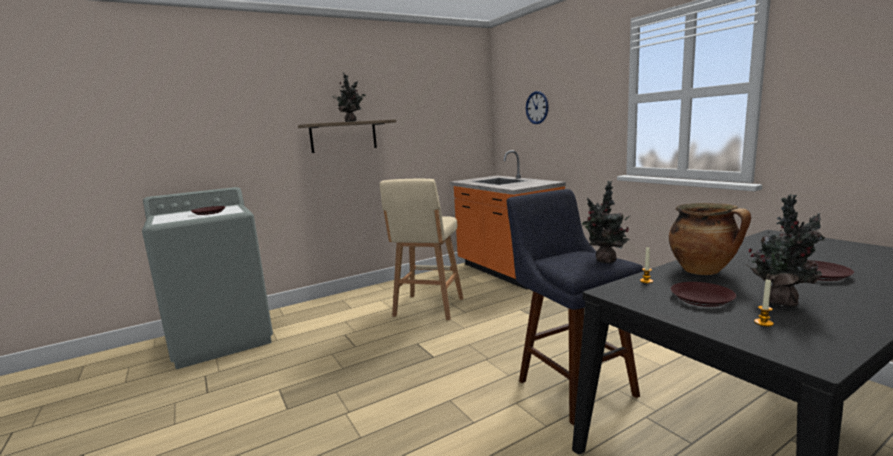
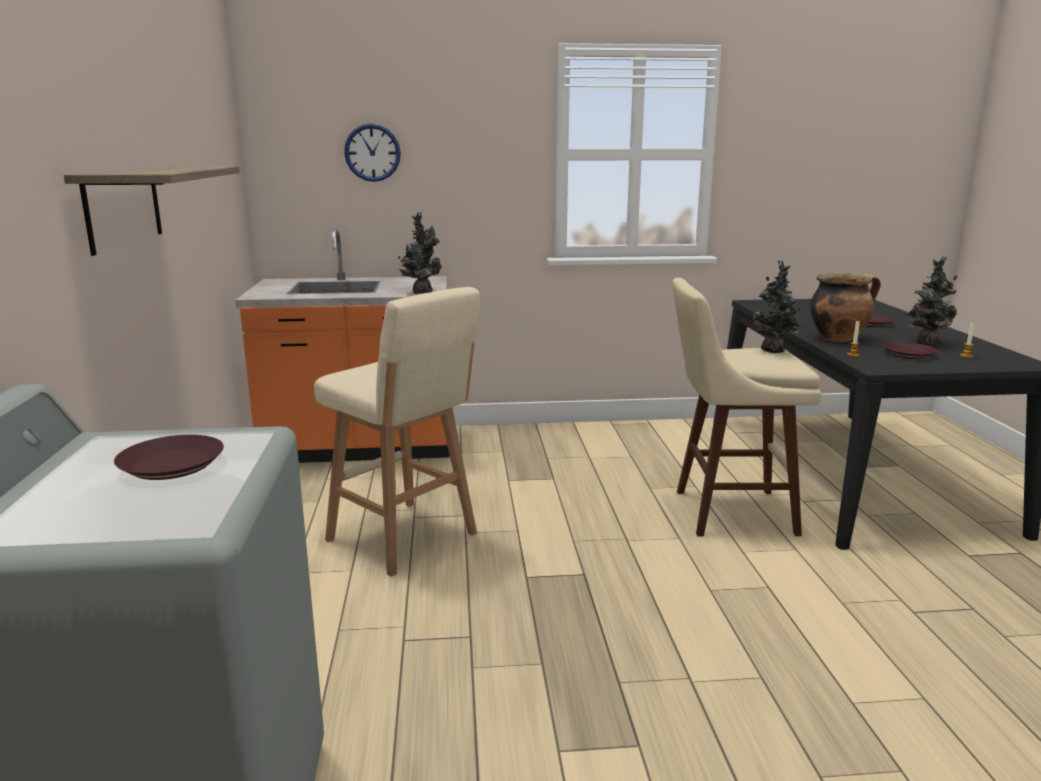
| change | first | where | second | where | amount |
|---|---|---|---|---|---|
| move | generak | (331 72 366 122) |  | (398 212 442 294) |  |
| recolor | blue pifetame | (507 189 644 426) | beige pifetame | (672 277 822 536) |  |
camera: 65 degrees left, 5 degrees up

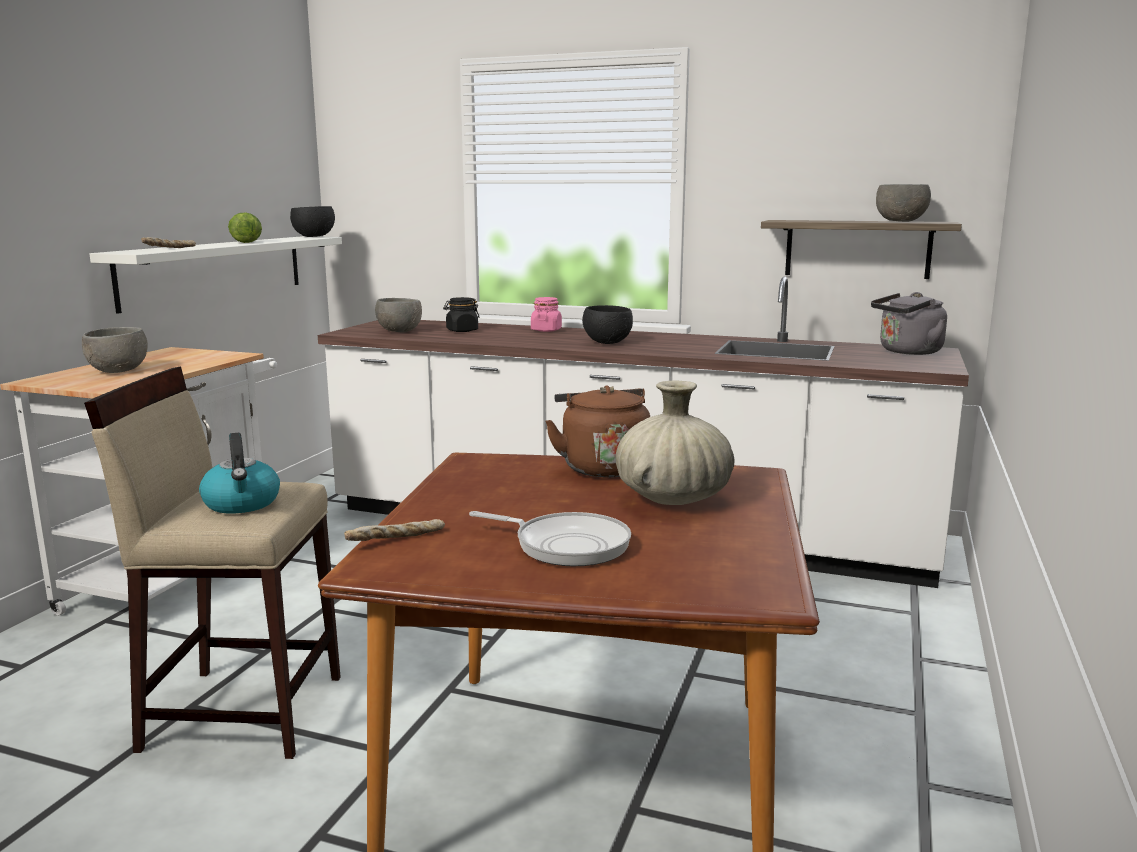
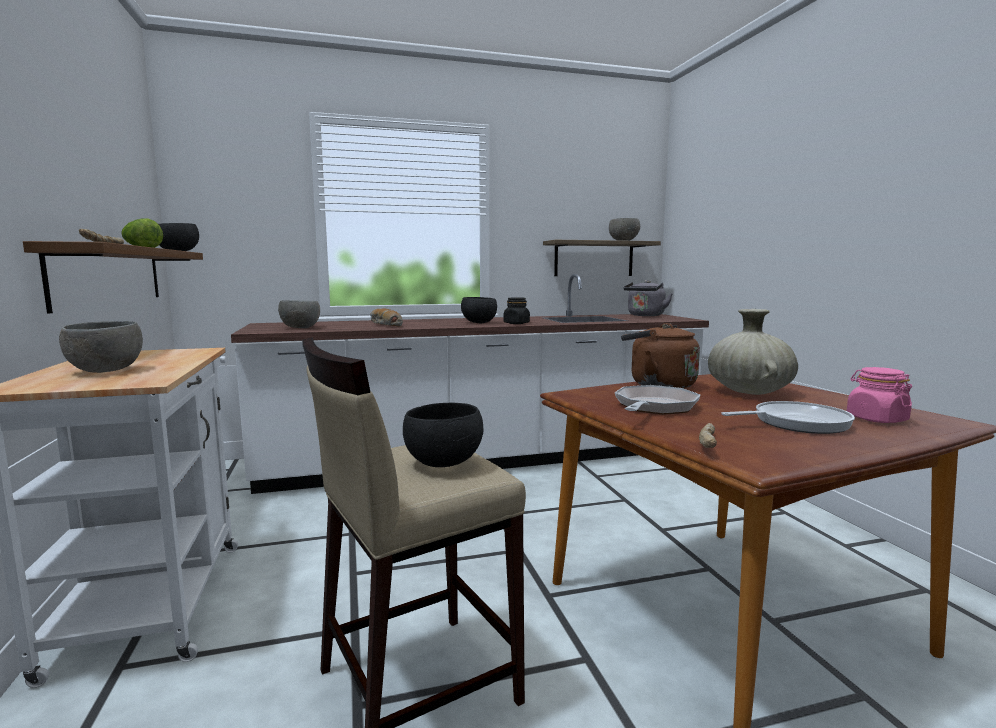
| change | first | where | second | where | amount |
|---|---|---|---|---|---|
| insert |  |  | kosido | (370 308 403 327) |  |
| insert |  |  | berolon | (615 385 700 415) |  |
| move | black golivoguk | (443 297 479 332) |  | (503 297 530 324) |  |
| move | pink golivoguk | (531 297 562 332) |  | (847 367 912 423) |  |
| replace | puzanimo | (199 433 280 513) | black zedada | (403 402 484 467) |  |
| recolor | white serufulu | (90 236 342 314) | brown serufulu | (23 241 203 314) |  |
camera: 35 degrees left, 5 degrees down

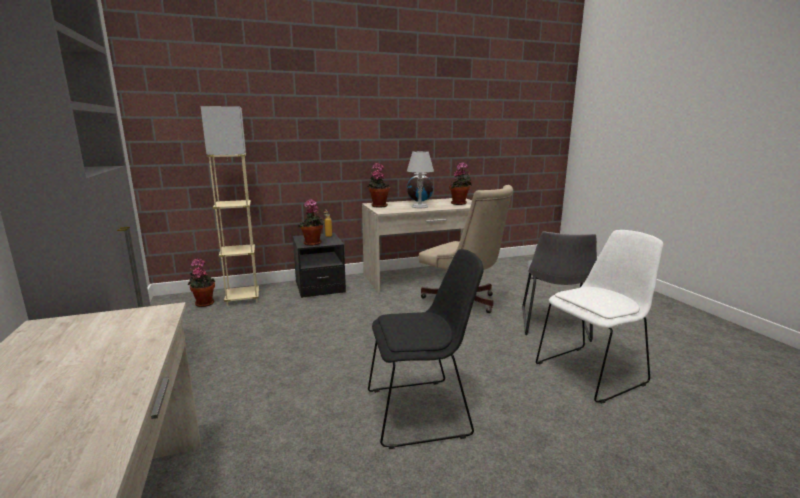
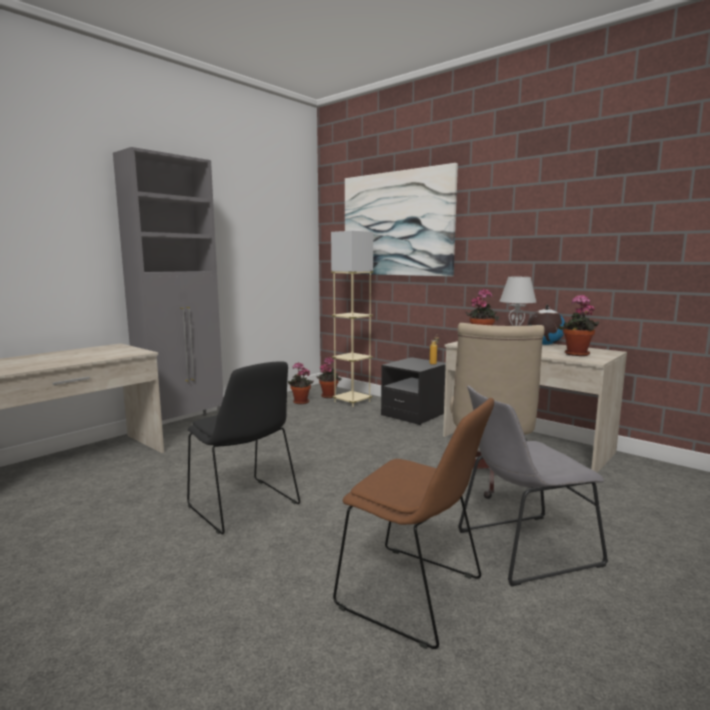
| change | first | where | second | where | amount |
|---|---|---|---|---|---|
| insert |  |  | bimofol | (345 163 458 277) |  |
| move | generak | (298 199 324 246) |  | (288 362 314 404) |  |
| recolor | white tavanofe | (536 230 663 404) | brown tavanofe | (333 398 494 649) |  |
camera: 60 degrees right, 5 degrees down

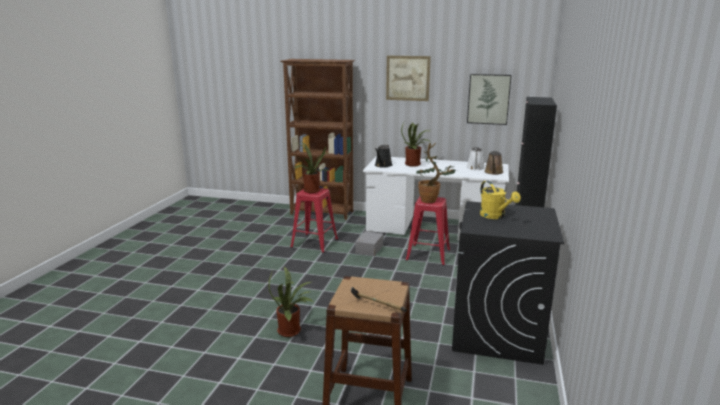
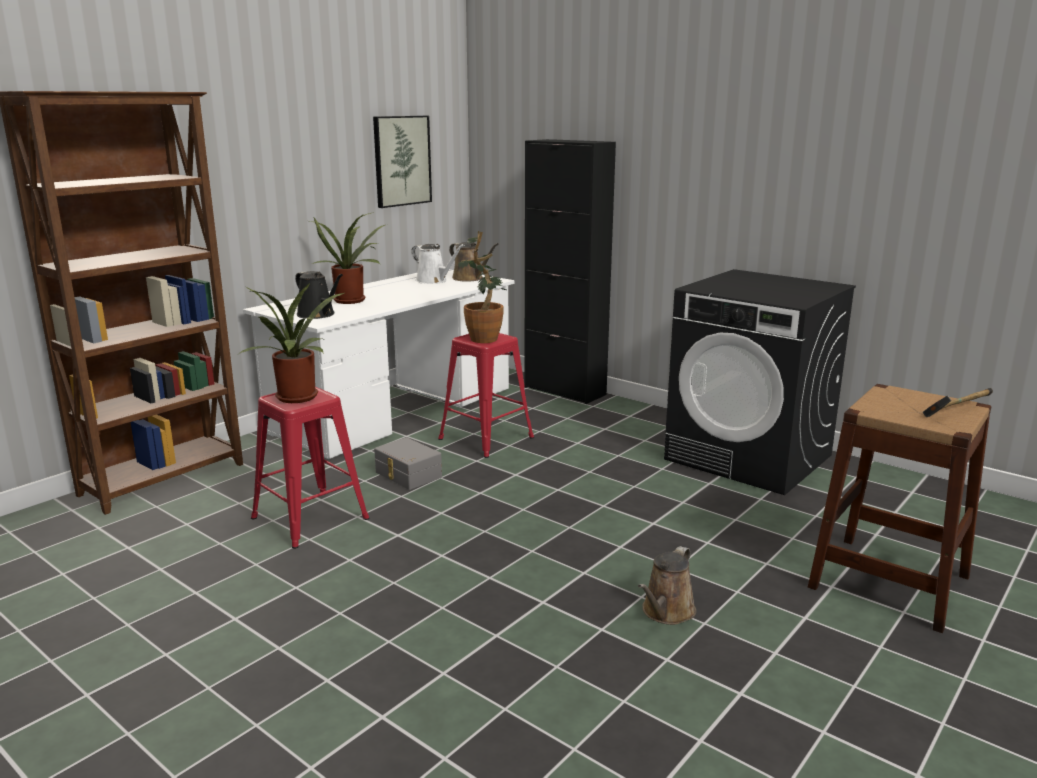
| change | first | where | second | where | amount |
|---|---|---|---|---|---|
| delete | bimofol | (386 56 431 101) |  |  |  |
| delete | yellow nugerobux | (480 181 521 219) |  |  |  |
| replace | generak | (268 267 314 337) | brown nugerobux | (638 546 696 625) |  |
camera: 65 degrees left, 0 degrees up

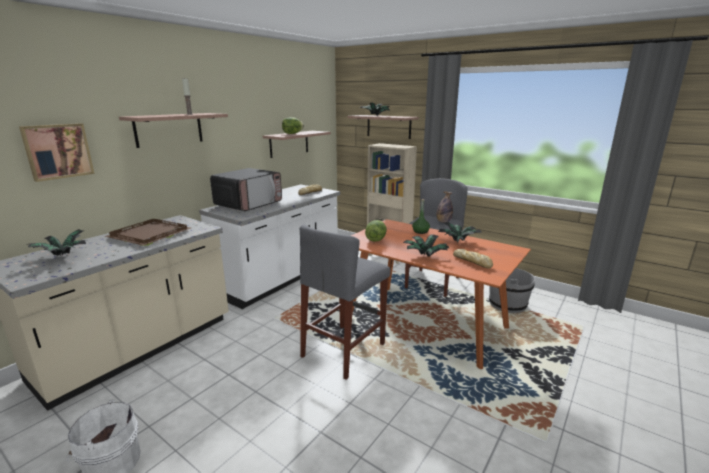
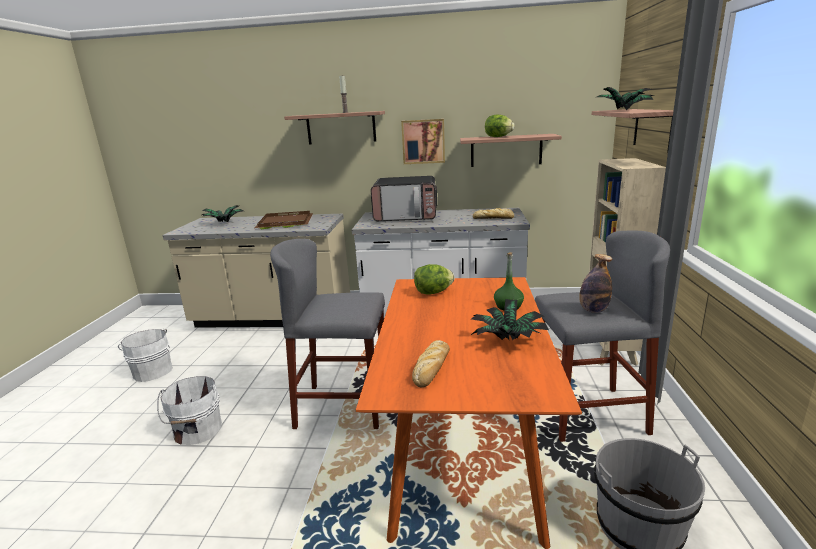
| change | first | where | second | where | amount |
|---|---|---|---|---|---|
| delete | generak | (403 234 449 257) |  |  |  |
| insert |  |  | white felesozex | (157 376 222 445) |  |
| move | bimofol | (19 123 95 182) |  | (401 119 445 164) |  |
camera: 60 degrees right, 0 degrees up

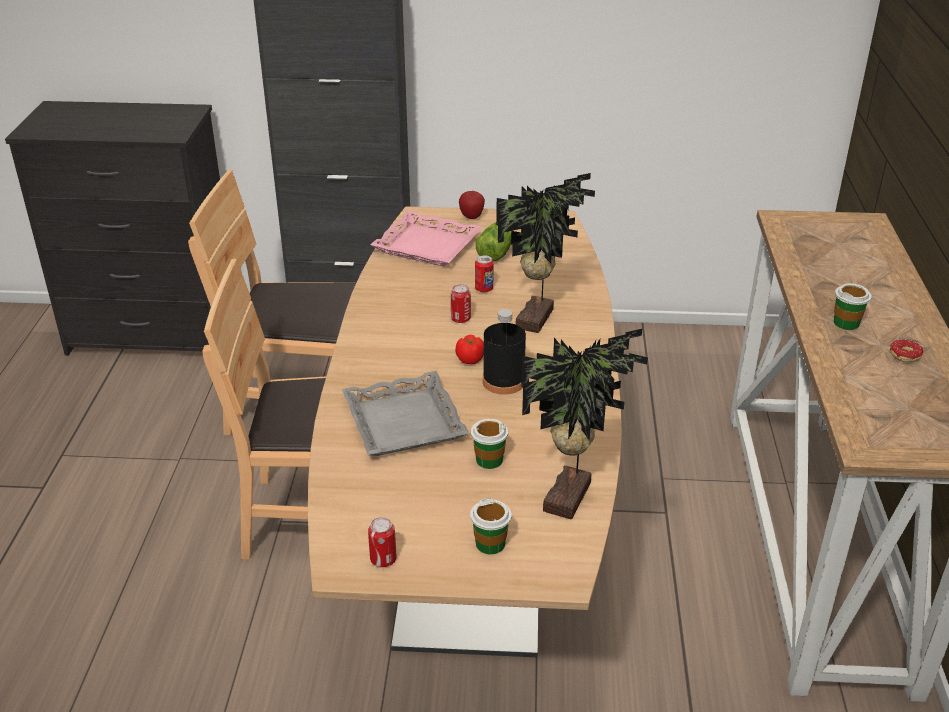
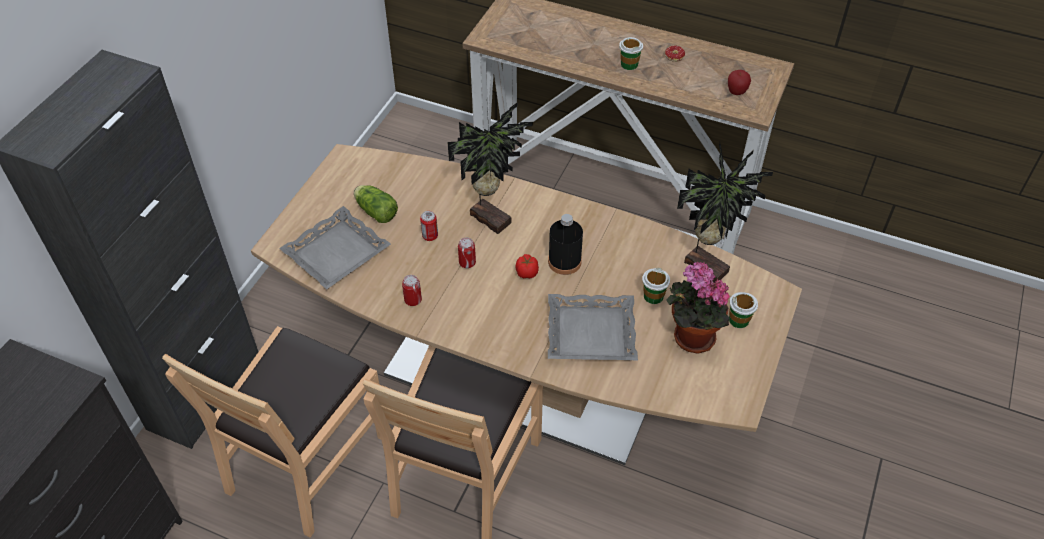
| change | first | where | second | where | amount |
|---|---|---|---|---|---|
| insert |  |  | generak | (666 262 730 354) |  |
| move | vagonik | (368 517 397 567) |  | (402 275 422 306) |  |
| move | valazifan | (459 191 485 219) |  | (728 70 751 95) |  |
| recolor | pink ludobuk | (370 211 483 267) | grey ludobuk | (279 206 391 290) |  |
camera: 70 degrees left, 15 degrees up

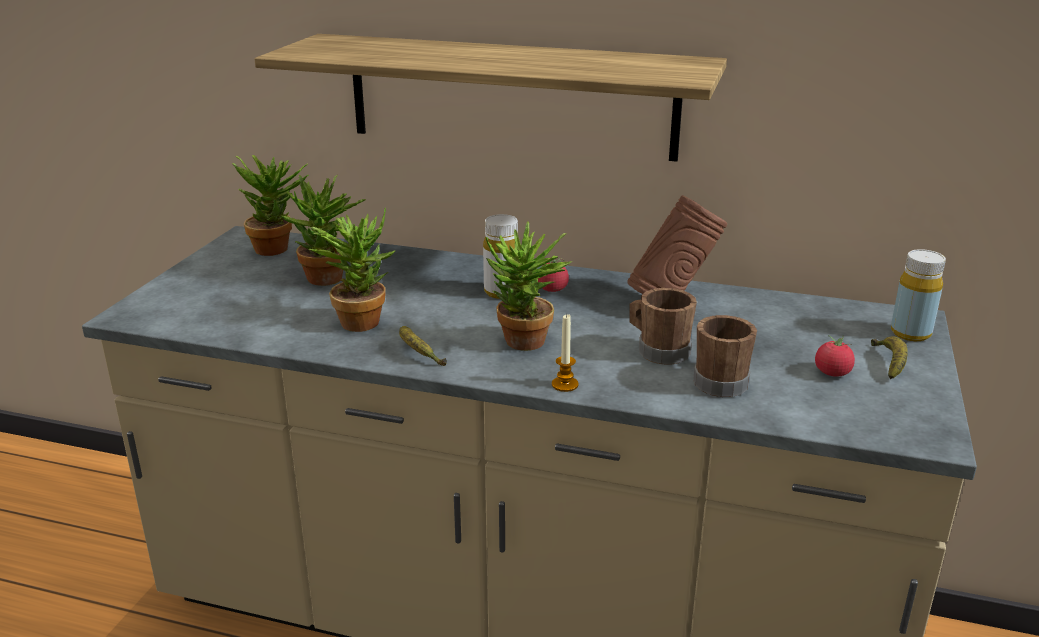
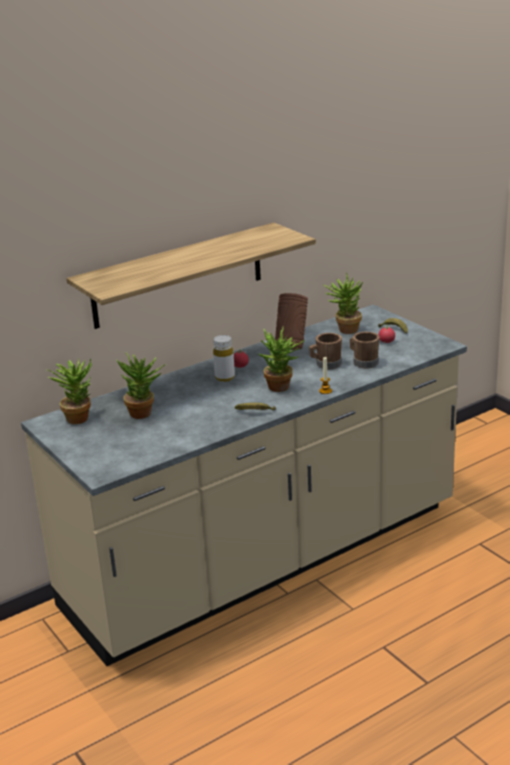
| change | first | where | second | where | amount |
|---|---|---|---|---|---|
| delete | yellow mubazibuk | (891 249 946 341) |  |  |  |
| move | generak | (308 207 395 332) |  | (323 272 363 334) |  |
camera: 50 degrees left, 0 degrees up

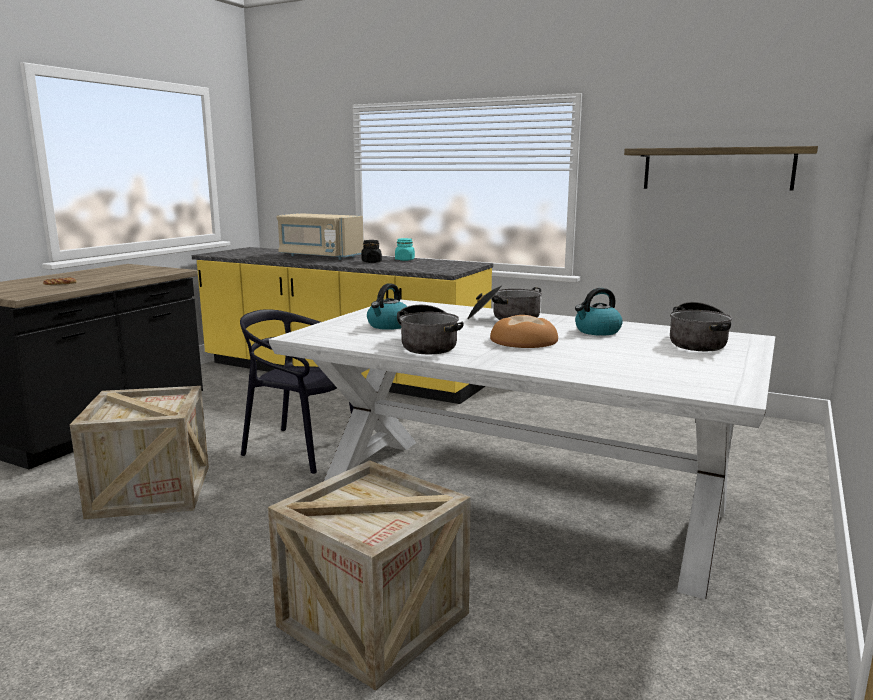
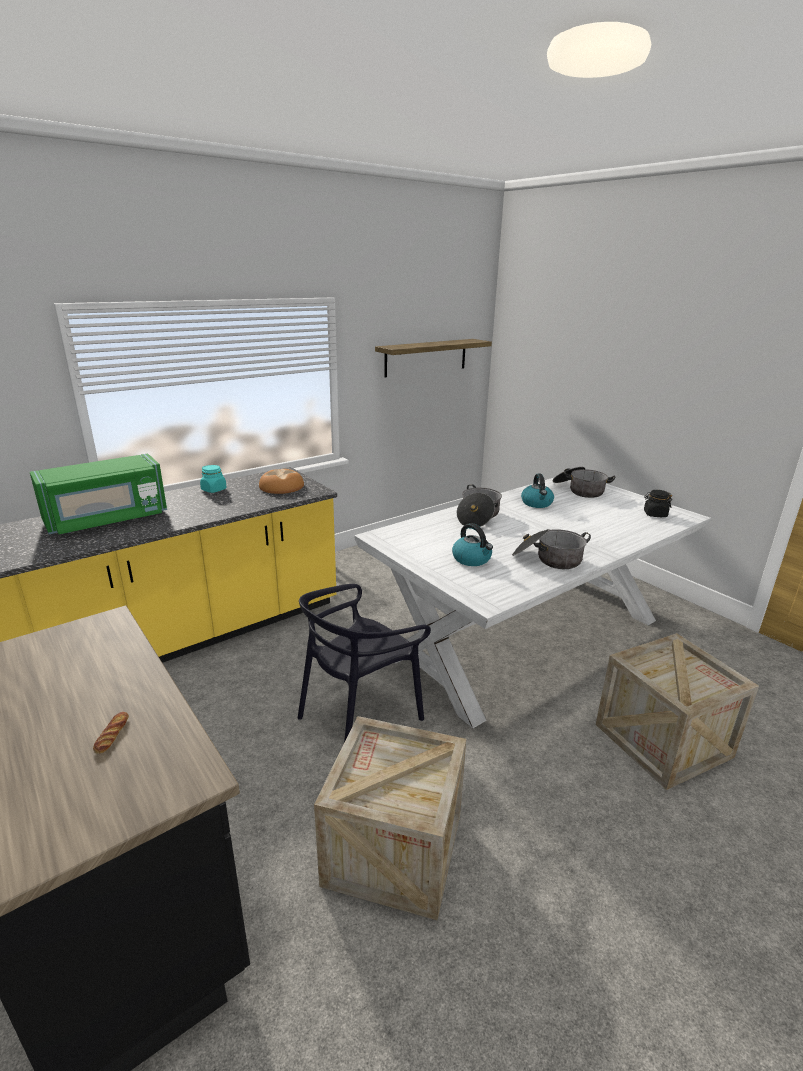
| change | first | where | second | where | amount |
|---|---|---|---|---|---|
| move | black golivoguk | (361 240 382 263) |  | (644 490 672 517) |  |
| move | kosido | (490 315 558 348) |  | (259 469 304 494) |  |
| recolor | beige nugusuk | (276 213 364 260) | green nugusuk | (30 453 167 534) |  |
camera: 65 degrees left, 10 degrees up

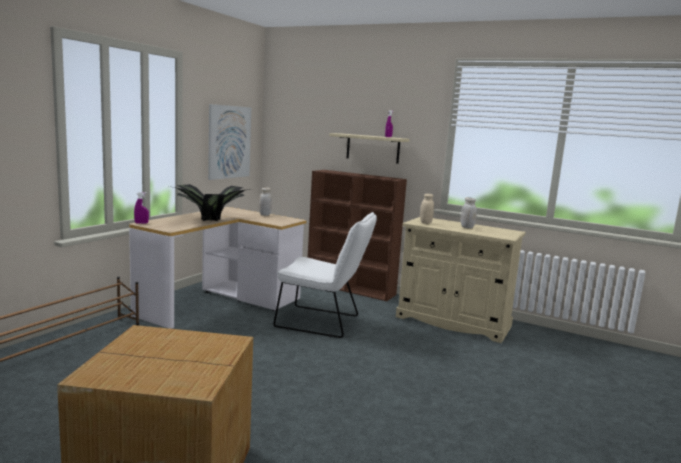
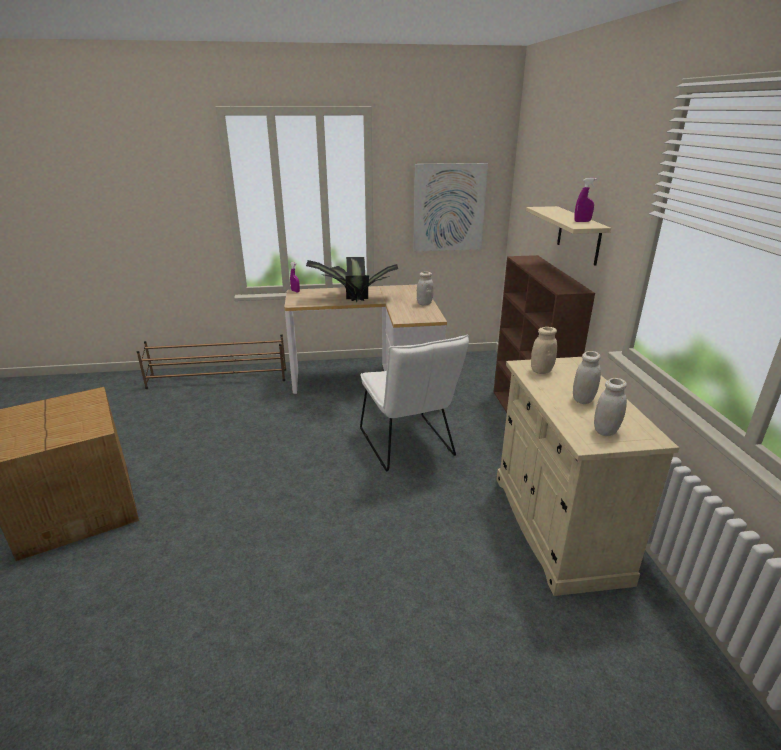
| change | first | where | second | where | amount |
|---|---|---|---|---|---|
| insert |  |  | white golivoguk | (594 378 627 436) |  |
camera: 55 degrees right, 15 degrees up

